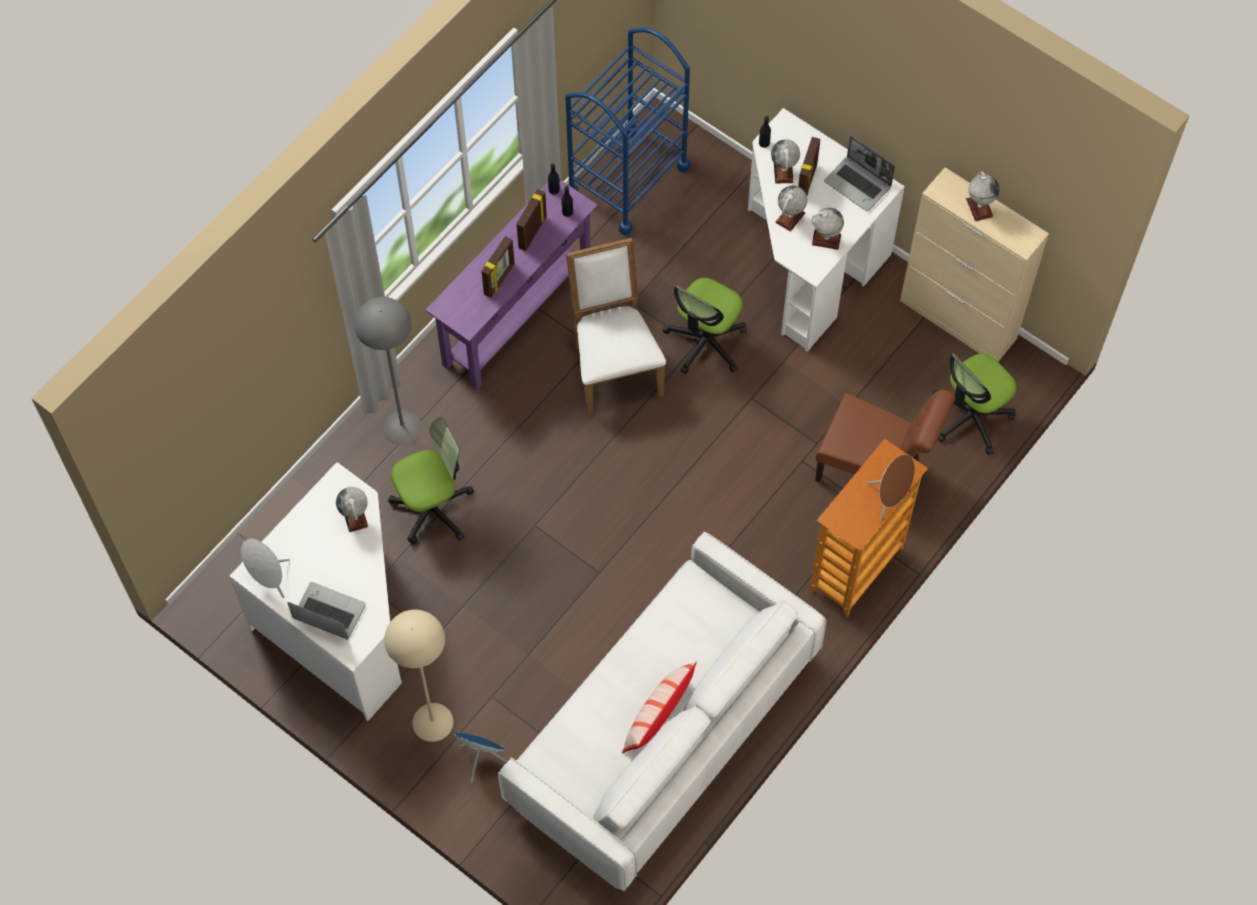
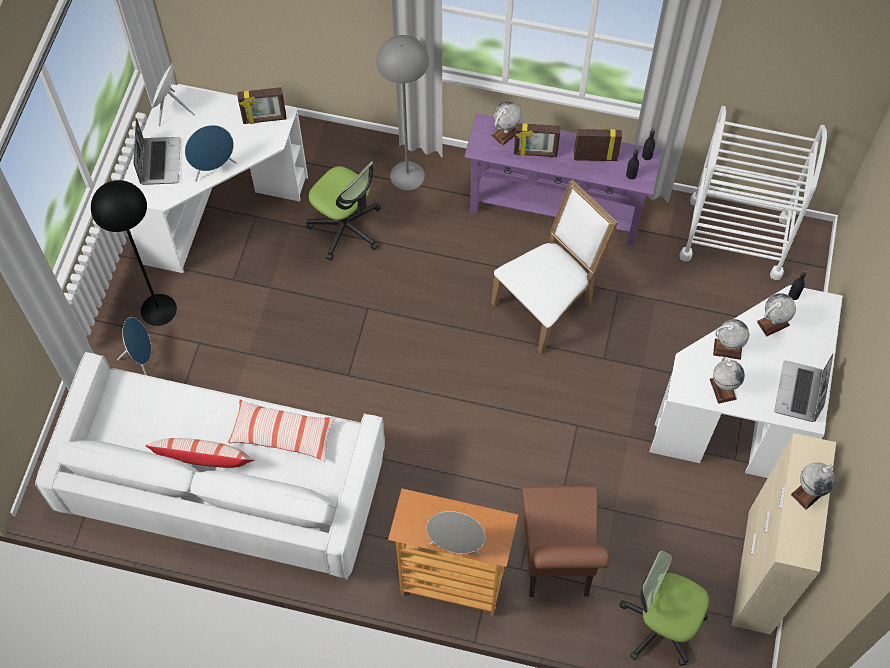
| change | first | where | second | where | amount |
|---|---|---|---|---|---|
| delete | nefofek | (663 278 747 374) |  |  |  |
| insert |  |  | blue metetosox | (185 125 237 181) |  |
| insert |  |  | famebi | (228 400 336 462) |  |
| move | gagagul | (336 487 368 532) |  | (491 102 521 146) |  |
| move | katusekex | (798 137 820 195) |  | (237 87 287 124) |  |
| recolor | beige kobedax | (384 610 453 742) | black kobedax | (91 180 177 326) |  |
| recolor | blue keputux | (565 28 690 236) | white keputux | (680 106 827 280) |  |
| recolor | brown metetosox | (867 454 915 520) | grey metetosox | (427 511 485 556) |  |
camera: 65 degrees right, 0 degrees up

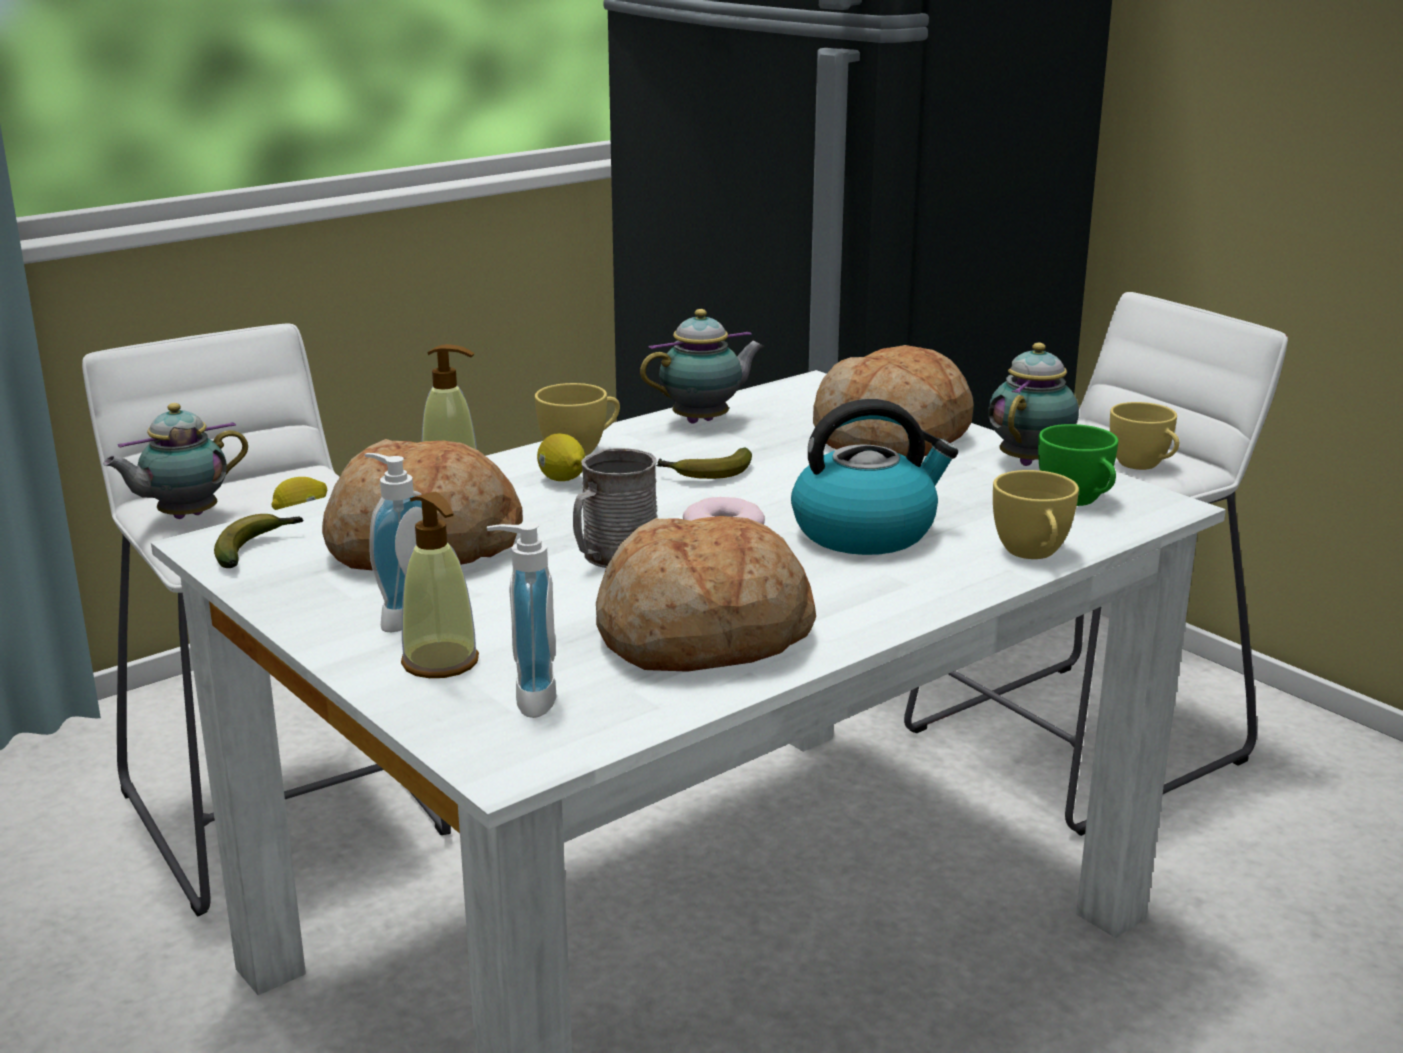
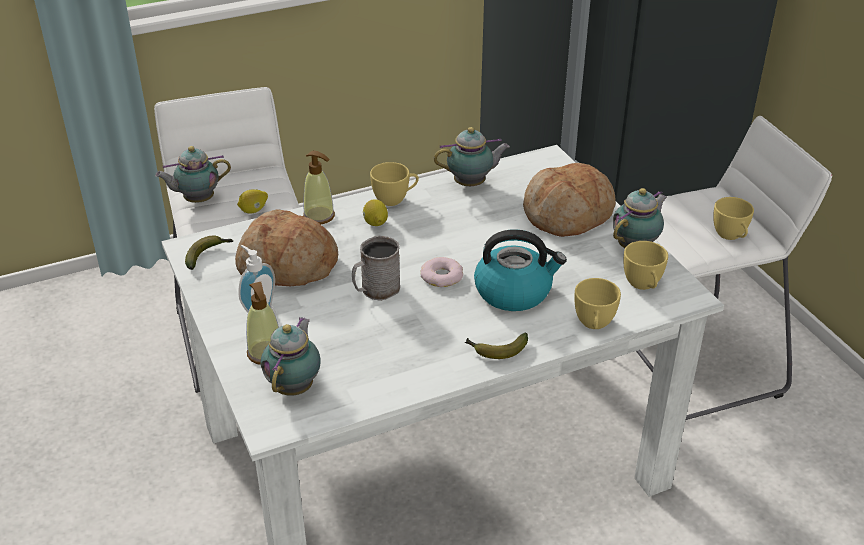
| change | first | where | second | where | amount |
|---|---|---|---|---|---|
| delete | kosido | (596 516 816 672) |  |  |  |
| move | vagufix | (656 447 752 479) |  | (465 332 528 359) |  |
| replace | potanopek | (487 522 557 718) | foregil | (261 317 321 396) |  |
| recolor | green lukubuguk | (1038 424 1118 506) | yellow lukubuguk | (624 241 668 290) |  |
camera: 15 degrees right, 15 degrees up

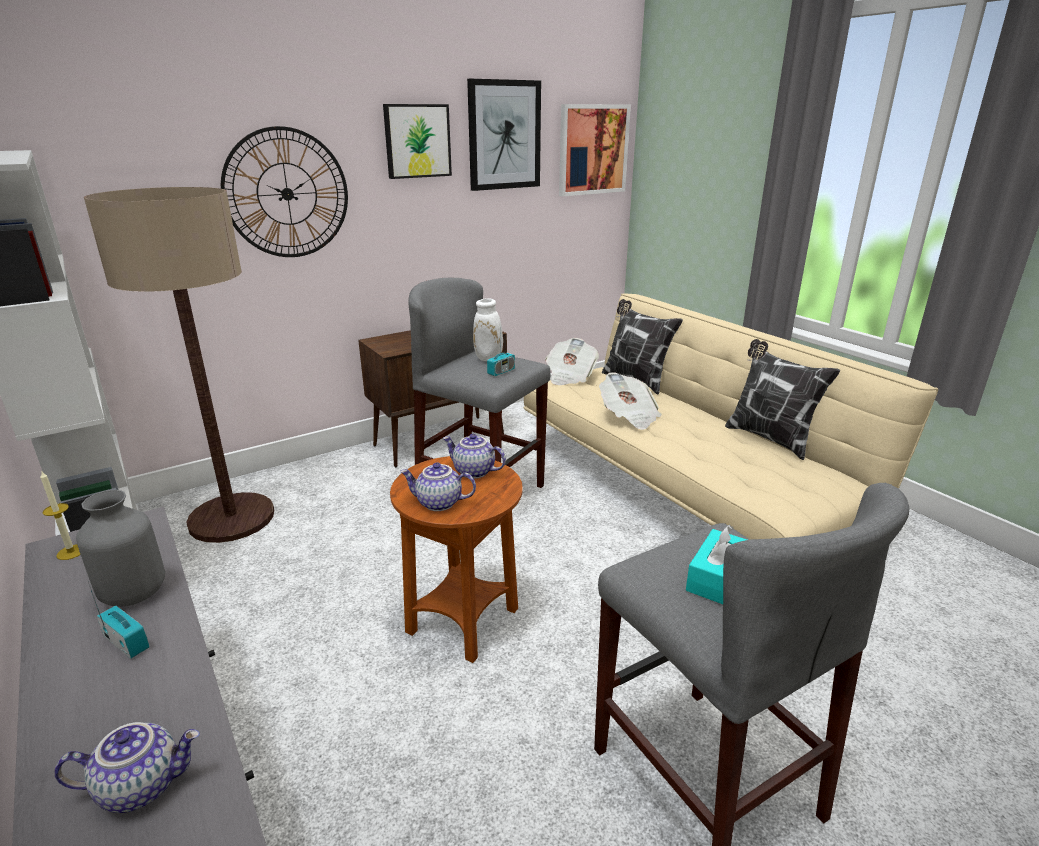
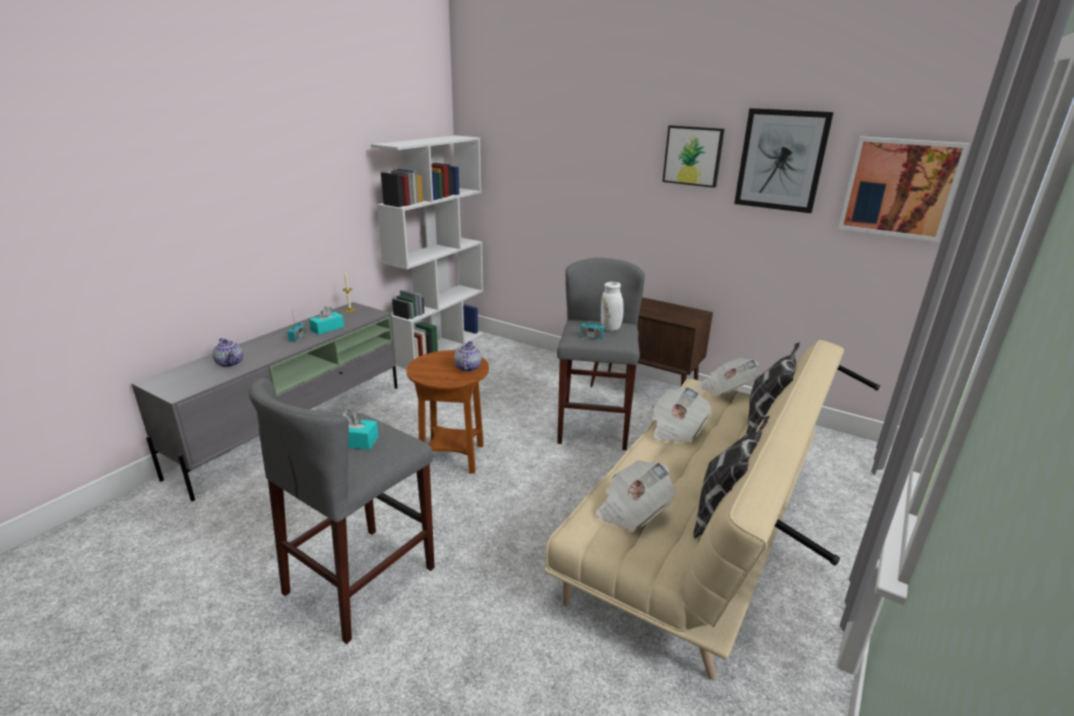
| change | first | where | second | where | amount |
|---|---|---|---|---|---|
| delete | kobedax | (84 187 274 543) |  |  |  |
| delete | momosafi | (221 126 348 257) |  |  |  |
| delete | foregil | (400 462 476 511) |  |  |  |
| insert |  |  | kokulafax | (596 460 676 532) |  |
| replace | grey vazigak | (76 490 165 607) | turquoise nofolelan | (309 306 344 335) |  |
camera: 65 degrees right, 0 degrees up

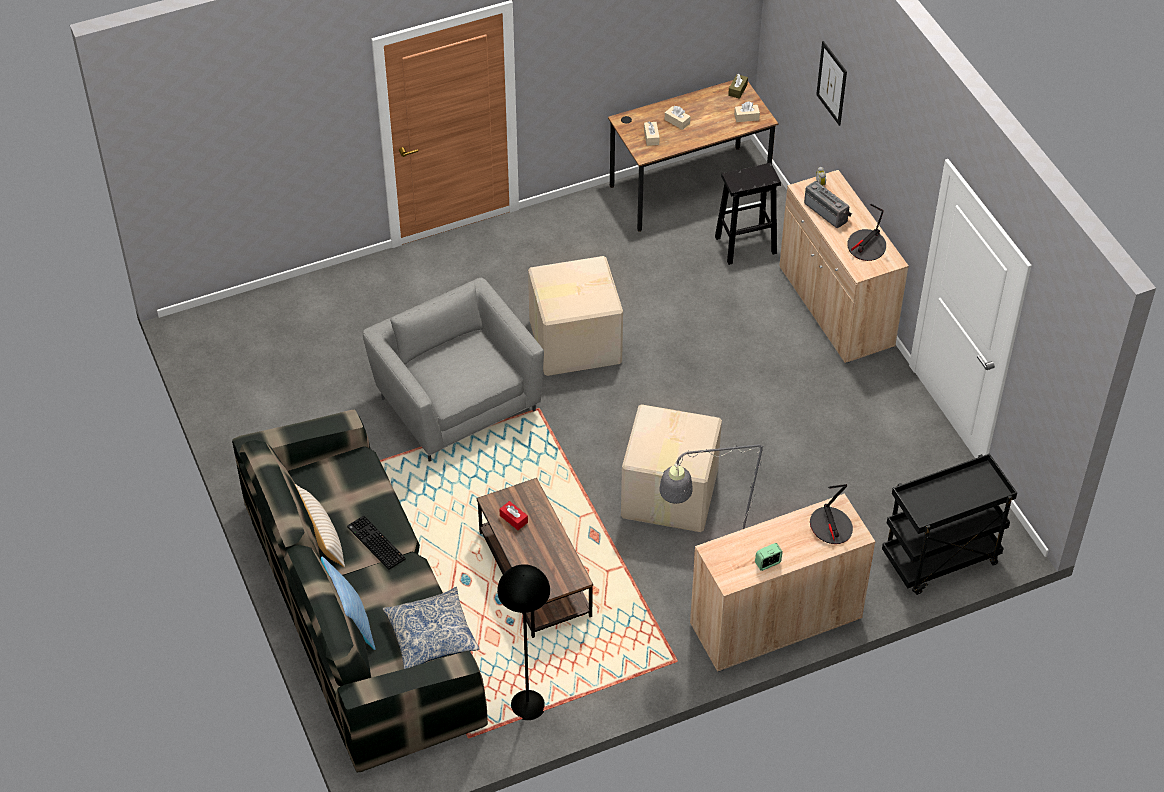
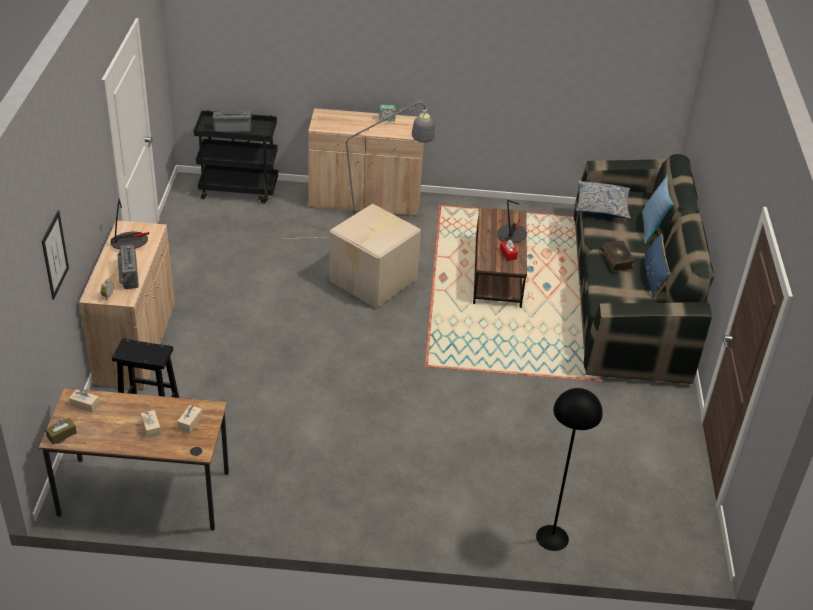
| change | first | where | second | where | amount |
|---|---|---|---|---|---|
| delete | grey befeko | (363 278 544 462) |  |  |  |
| delete | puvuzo | (528 256 623 376) |  |  |  |
| insert |  |  | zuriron | (212 111 252 132) |  |
| move | black kobedax | (497 564 550 720) |  | (536 388 603 551) |  |
| move | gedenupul | (810 484 853 544) |  | (497 200 527 243) |  |
| replace | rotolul | (347 516 406 570) | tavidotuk | (601 241 635 272) |  |
| recolor | beige famebi | (295 484 345 567) | blue famebi | (644 233 671 299) |  |
camera: 155 degrees left, 10 degrees down

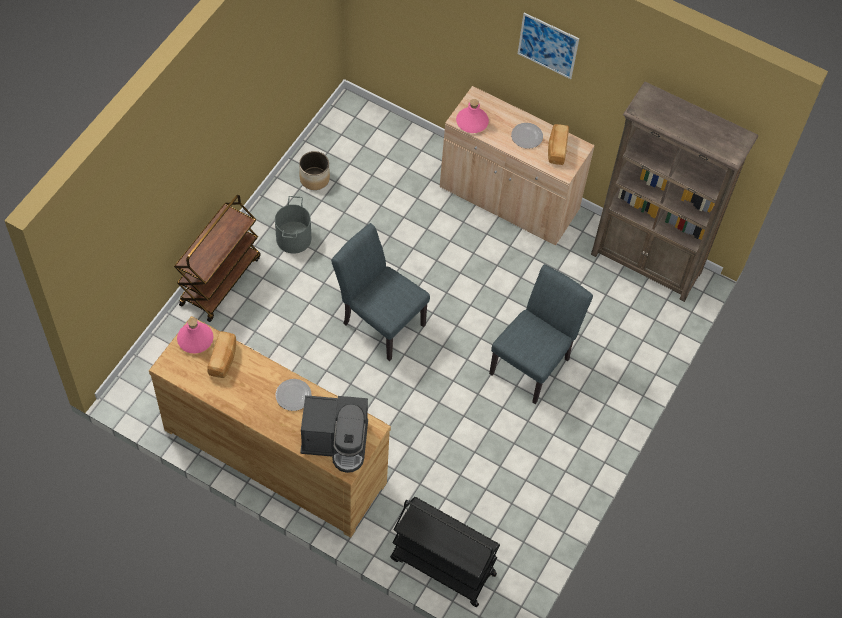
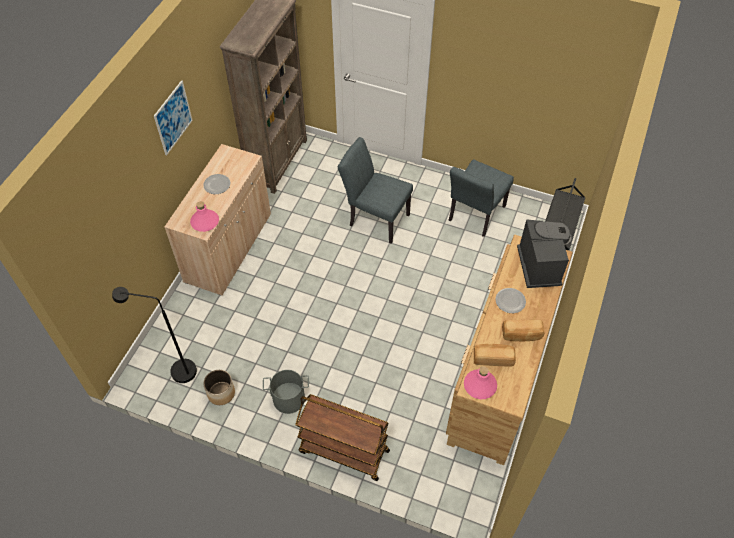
| change | first | where | second | where | amount |
|---|---|---|---|---|---|
| insert |  |  | black kobedax | (112 287 197 383) |  |
| move | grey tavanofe | (331 223 430 361) |  | (449 159 514 237) |  |
| move | kosido | (548 124 569 165) |  | (502 320 544 341) |  |
camera: 95 degrees left, 5 degrees down

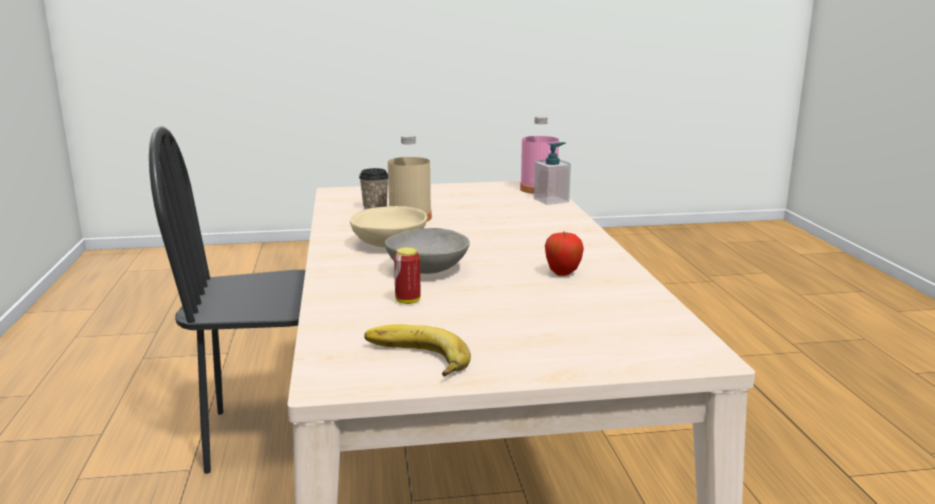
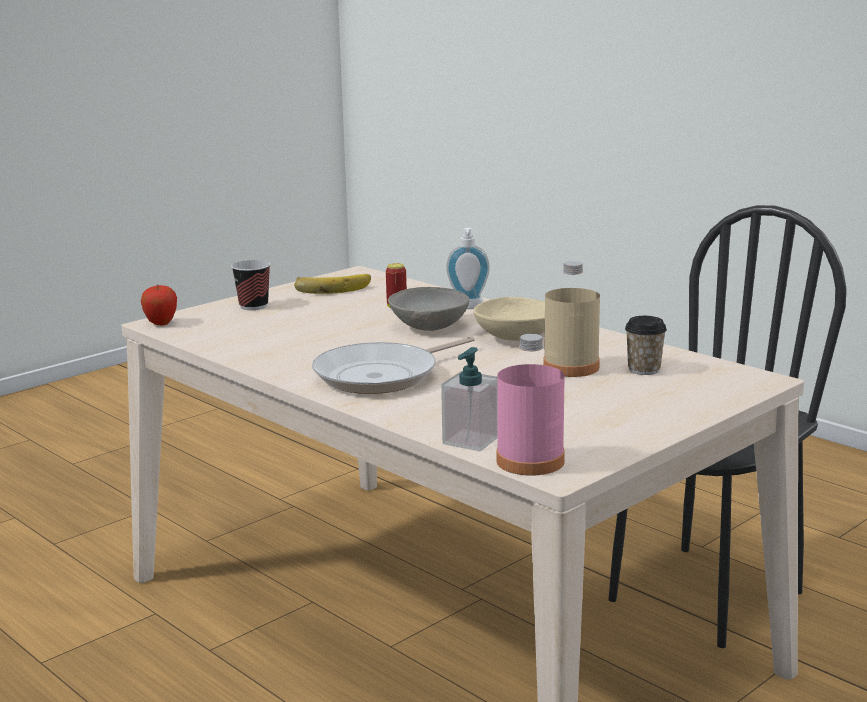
| change | first | where | second | where | amount |
|---|---|---|---|---|---|
| insert |  |  | lukubuguk | (231 260 271 310) |  |
| insert |  |  | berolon | (312 336 475 394) |  |
| insert |  |  | potanopek | (446 228 490 309) |  |
| move | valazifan | (545 231 584 276) |  | (141 285 177 325) |  |
camera: 145 degrees right, 0 degrees up

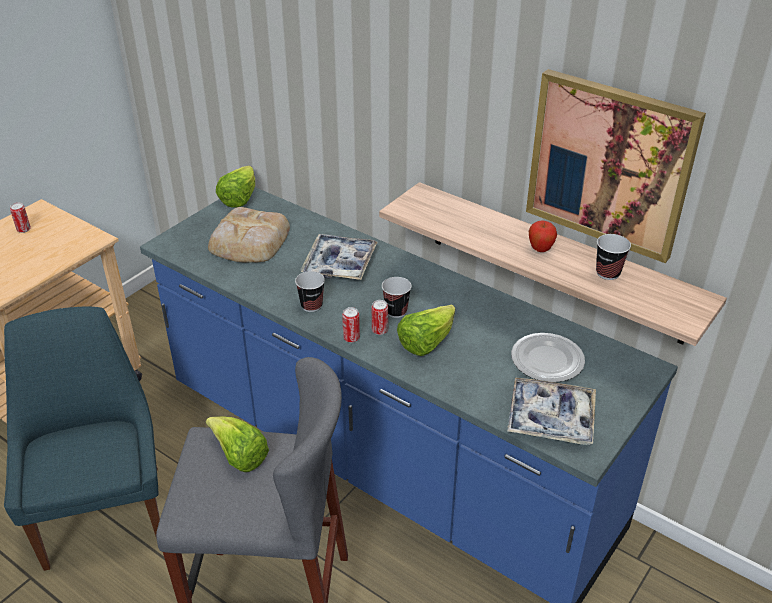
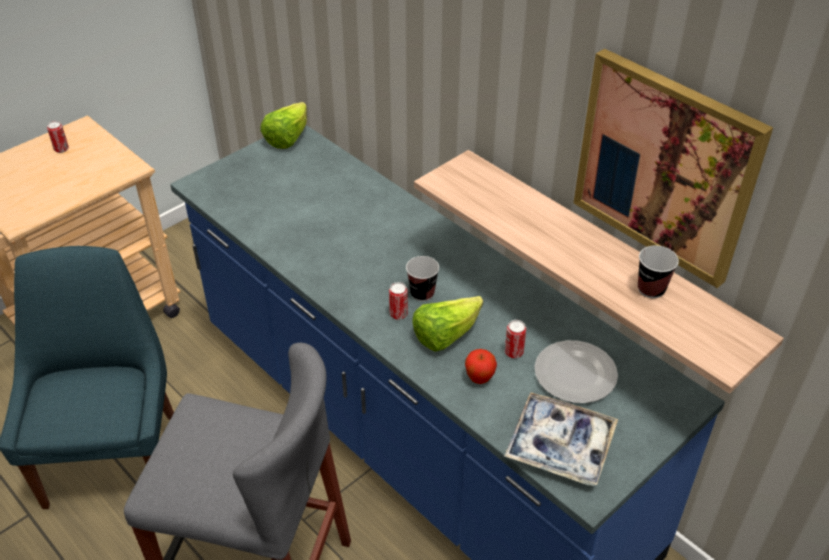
| change | first | where | second | where | amount |
|---|---|---|---|---|---|
| delete | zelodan | (206 417 269 472) |  |  |  |
| delete | kosido | (208 207 290 263) |  |  |  |
| delete | lukubuguk | (295 271 325 312) |  |  |  |
| delete | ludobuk | (300 234 378 280) |  |  |  |
| move | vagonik | (342 307 360 343) |  | (505 320 526 358) |  |
| move | valazifan | (529 220 557 252) |  | (465 349 497 384) |  |
camera: 10 degrees right, 5 degrees up

